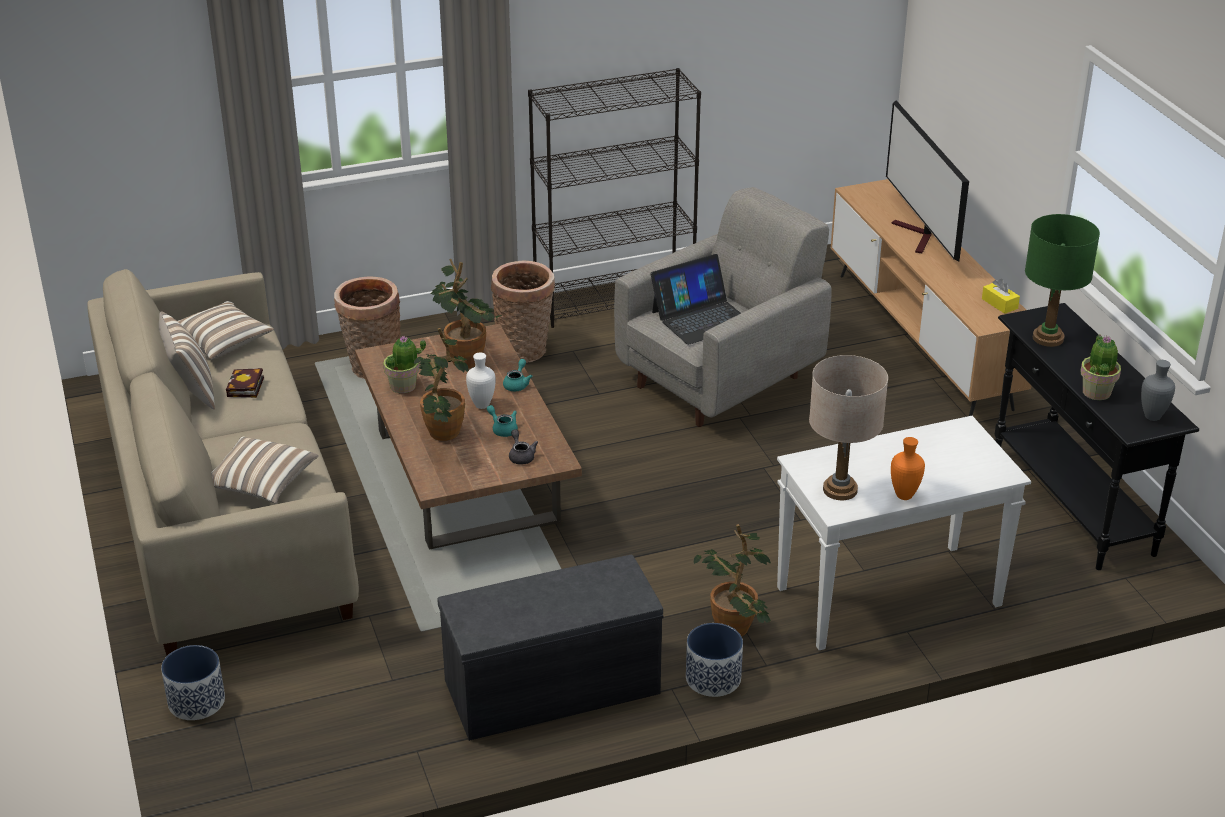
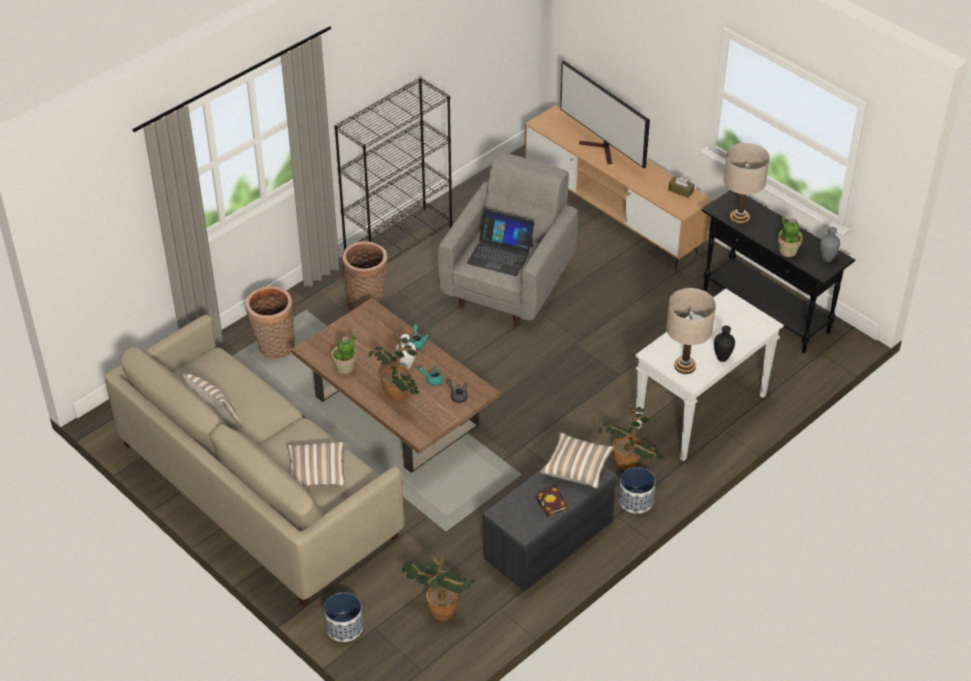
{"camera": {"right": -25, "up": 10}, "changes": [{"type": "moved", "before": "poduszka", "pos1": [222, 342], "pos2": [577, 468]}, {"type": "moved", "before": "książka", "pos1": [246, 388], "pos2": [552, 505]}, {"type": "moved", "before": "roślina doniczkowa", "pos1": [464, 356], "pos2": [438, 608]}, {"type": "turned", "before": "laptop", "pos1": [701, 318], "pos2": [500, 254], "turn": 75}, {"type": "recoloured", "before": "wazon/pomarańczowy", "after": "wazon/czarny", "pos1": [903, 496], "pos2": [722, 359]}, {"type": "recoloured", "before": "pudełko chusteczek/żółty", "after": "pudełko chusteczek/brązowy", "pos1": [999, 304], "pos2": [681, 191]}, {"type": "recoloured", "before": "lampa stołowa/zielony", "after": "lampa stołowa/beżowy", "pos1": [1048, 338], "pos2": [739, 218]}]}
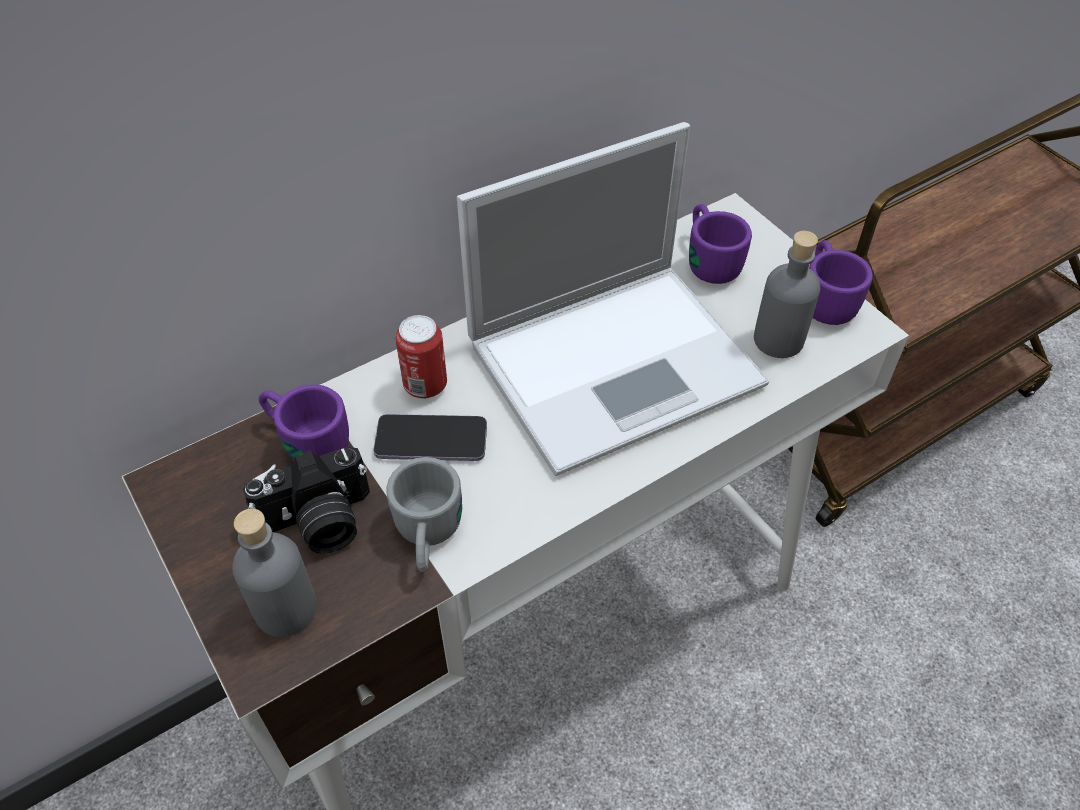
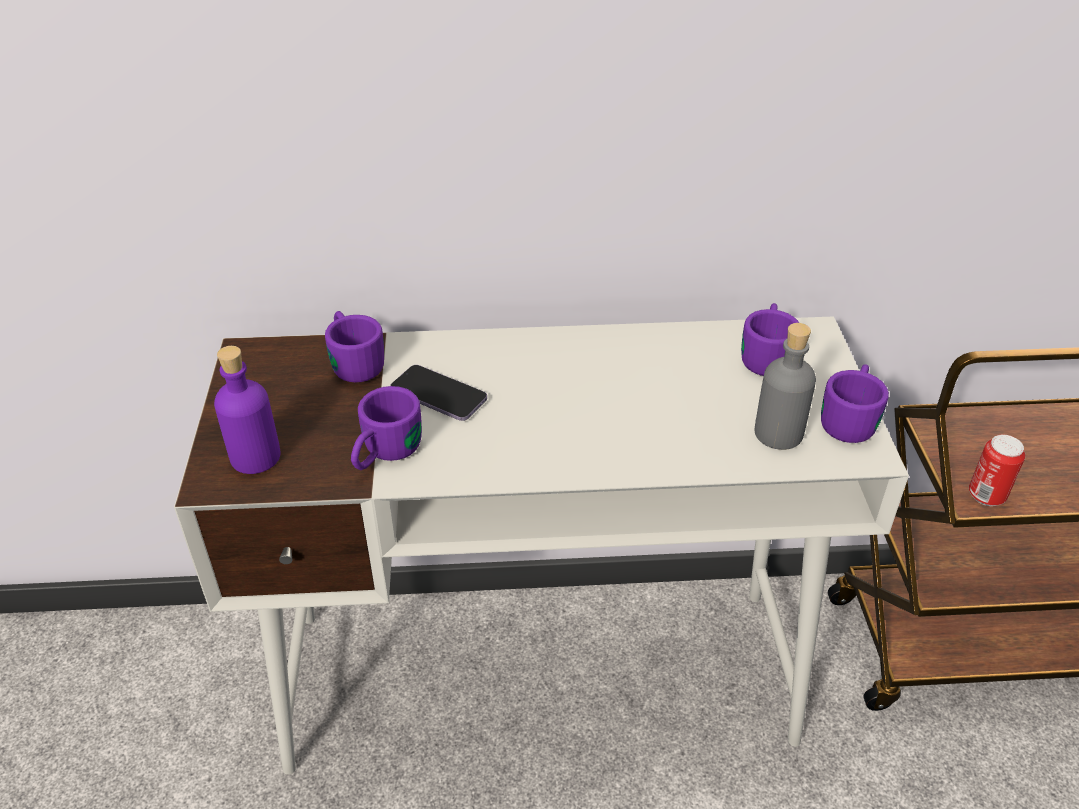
{"camera": {"right": 30, "up": -10}, "changes": [{"type": "recoloured", "before": "butelka/szary", "after": "butelka/fioletowy", "pos1": [286, 609], "pos2": [255, 457]}, {"type": "removed", "before": "aparat fotograficzny", "pos1": [319, 523]}, {"type": "recoloured", "before": "kubek/szary", "after": "kubek/fioletowy", "pos1": [427, 537], "pos2": [384, 454]}, {"type": "moved", "before": "puszka", "pos1": [425, 385], "pos2": [986, 496]}, {"type": "removed", "before": "laptop", "pos1": [619, 361]}]}
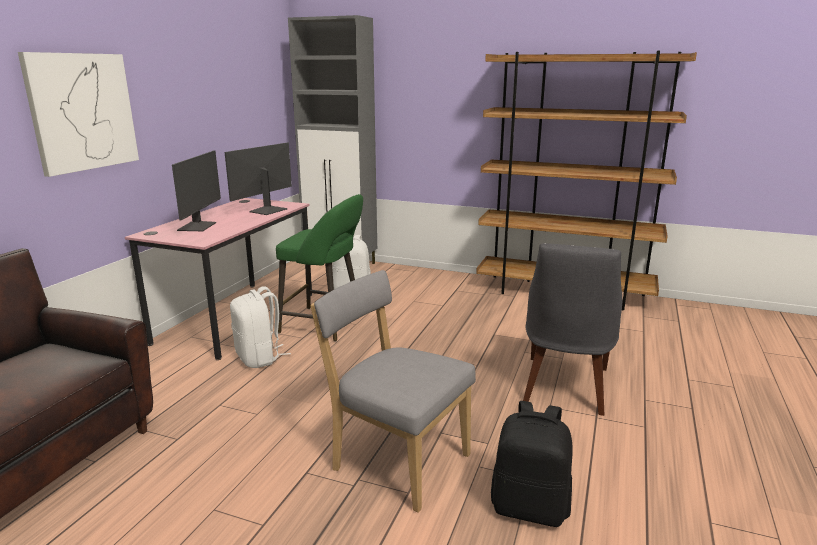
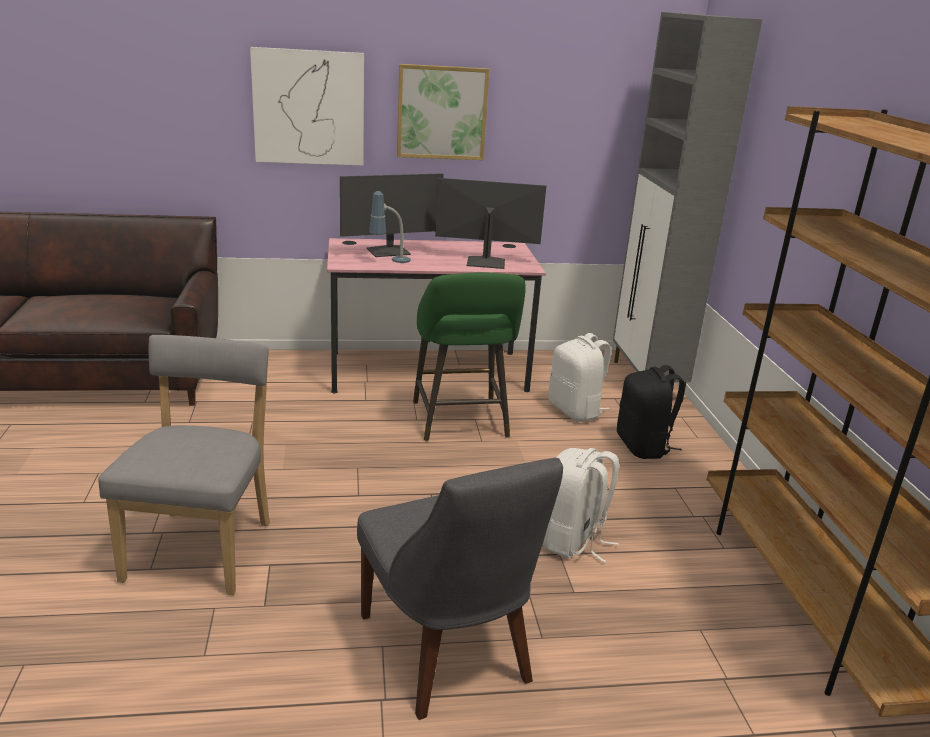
{"camera": {"right": 60, "up": 5}, "changes": [{"type": "moved", "before": "plecak/biały", "pos1": [259, 358], "pos2": [572, 541]}, {"type": "moved", "before": "plecak/czarny", "pos1": [530, 507], "pos2": [643, 447]}, {"type": "turned", "before": "krzesło/szary", "pos1": [564, 387], "pos2": [448, 653], "turn": -105}, {"type": "added", "after": "lampa stołowa", "pos2": [389, 262]}, {"type": "added", "after": "obraz", "pos2": [442, 112]}]}
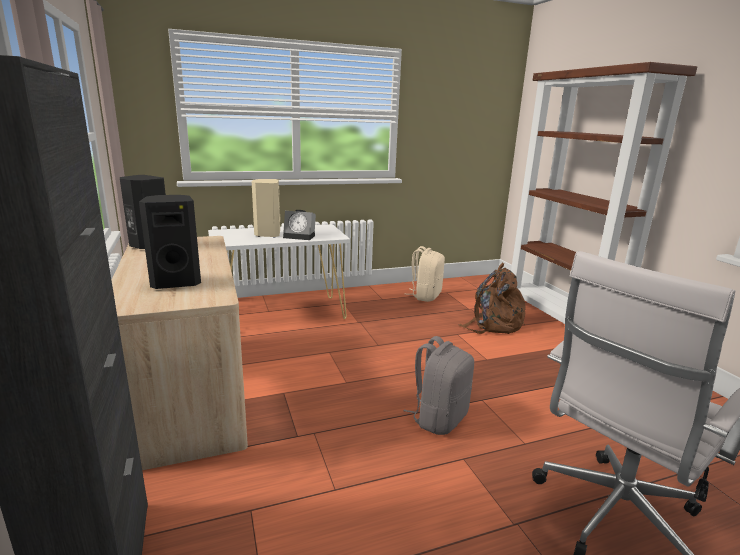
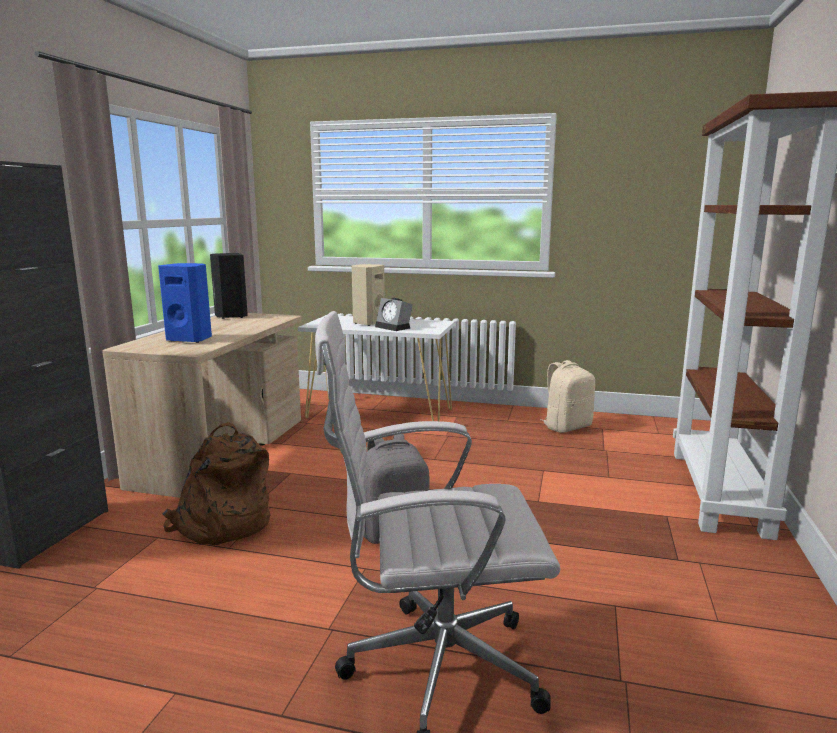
{"camera": {"right": 35, "up": -5}, "changes": [{"type": "recoloured", "before": "głośnik/czarny", "after": "głośnik/niebieski", "pos1": [176, 282], "pos2": [190, 339]}, {"type": "moved", "before": "plecak/brązowy", "pos1": [493, 324], "pos2": [222, 524]}]}
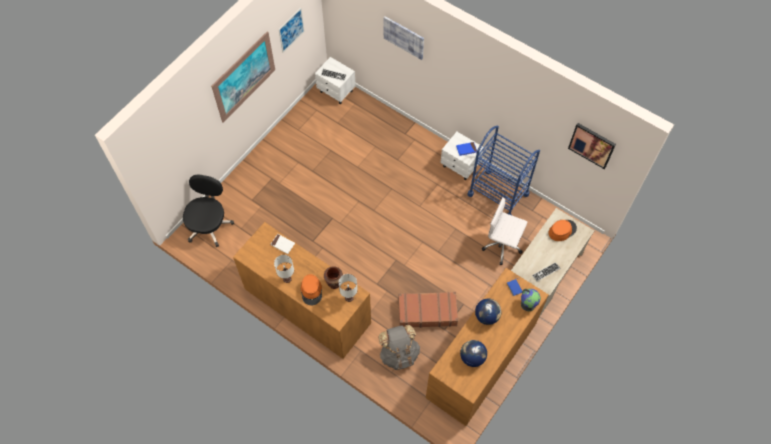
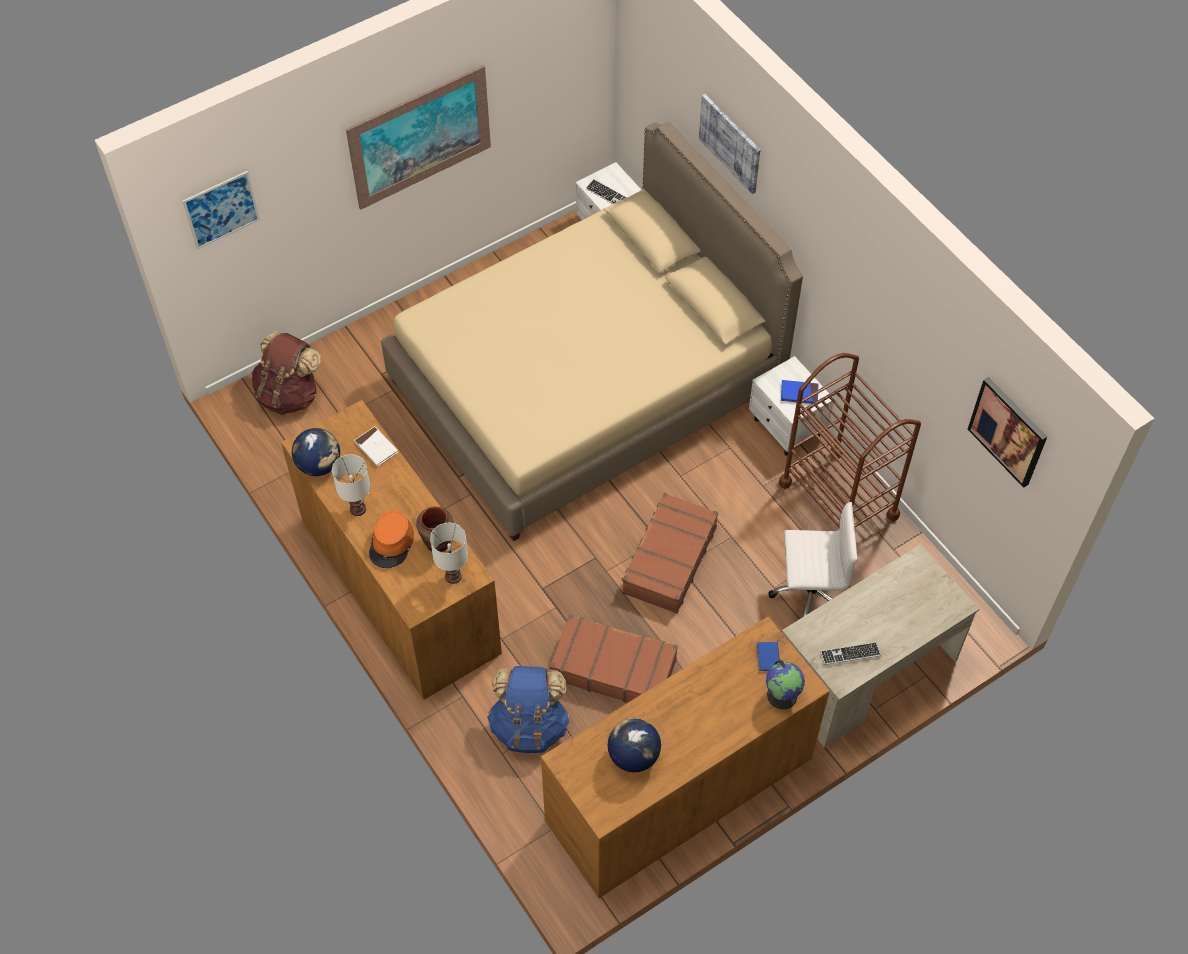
{"camera": {"right": 20, "up": -5}, "changes": [{"type": "replaced", "before": "krzesło biurowe/czarny", "after": "plecak/brązowy", "pos1": [209, 225], "pos2": [289, 394]}, {"type": "moved", "before": "obraz", "pos1": [291, 30], "pos2": [221, 210]}, {"type": "recoloured", "before": "plecak/szary", "after": "plecak/niebieski", "pos1": [399, 354], "pos2": [529, 726]}, {"type": "recoloured", "before": "wózek/niebieski", "after": "wózek/brązowy", "pos1": [498, 194], "pos2": [838, 499]}, {"type": "moved", "before": "globus", "pos1": [487, 316], "pos2": [319, 465]}, {"type": "turned", "before": "krzesło biurowe/biały", "pos1": [503, 245], "pos2": [808, 595], "turn": 135}, {"type": "removed", "before": "kapelusz/pomarańczowy", "pos1": [562, 230]}, {"type": "added", "after": "łóżko/beżowy", "pos2": [585, 385]}, {"type": "added", "after": "walizka/brązowy", "pos2": [668, 560]}]}
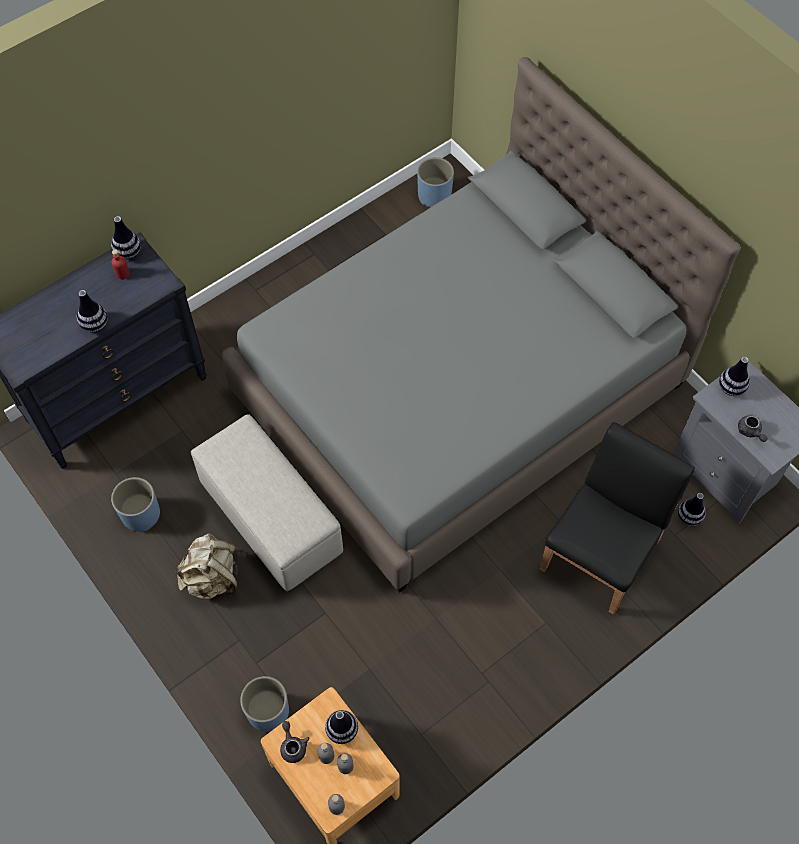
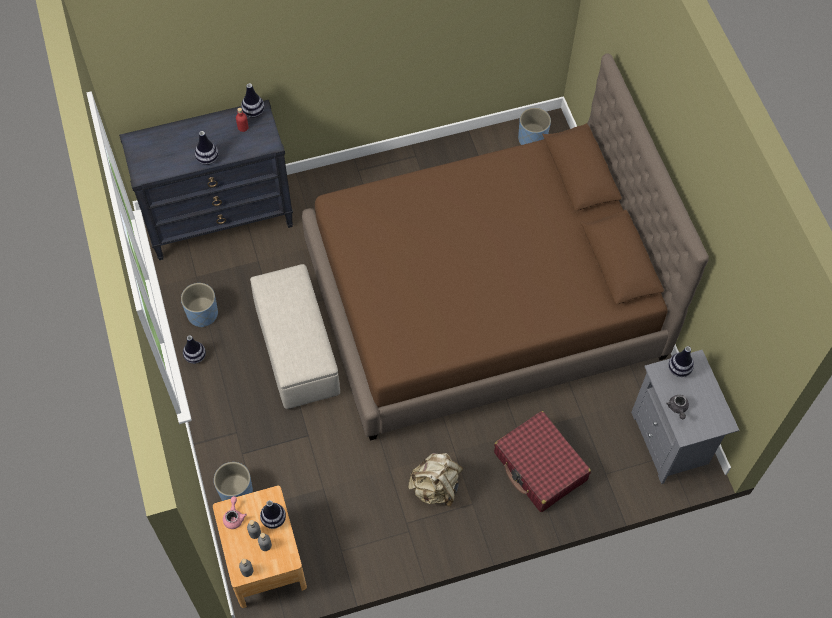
{"camera": {"right": 20, "up": 0}, "changes": [{"type": "moved", "before": "plecak/beżowy", "pos1": [212, 578], "pos2": [436, 487]}, {"type": "recoloured", "before": "łóżko/szary", "after": "łóżko/brązowy", "pos1": [459, 389], "pos2": [484, 301]}, {"type": "recoloured", "before": "imbryk/szary", "after": "imbryk/różowy", "pos1": [293, 746], "pos2": [234, 517]}, {"type": "replaced", "before": "krzesło/czarny", "after": "walizka/czerwony", "pos1": [601, 553], "pos2": [540, 467]}, {"type": "moved", "before": "wazon", "pos1": [688, 517], "pos2": [195, 356]}]}
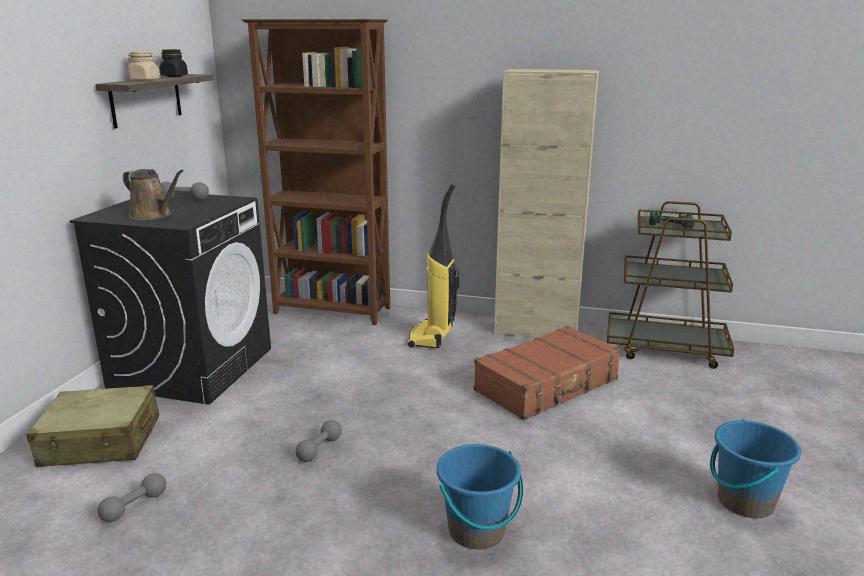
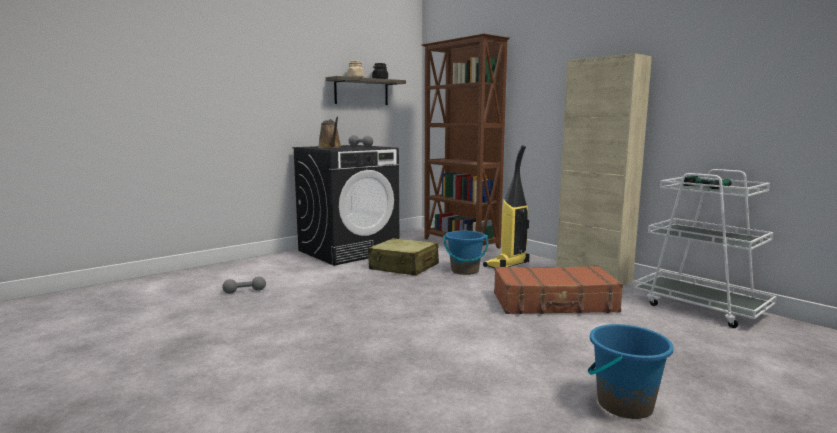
{"camera": {"right": 35, "up": -10}, "changes": [{"type": "moved", "before": "walizka/beżowy", "pos1": [101, 442], "pos2": [404, 267]}, {"type": "removed", "before": "hantel/szary", "pos1": [319, 449]}, {"type": "moved", "before": "wiadro/niebieski", "pos1": [477, 531], "pos2": [465, 271]}, {"type": "recoloured", "before": "wózek/brązowy", "after": "wózek/biały", "pos1": [666, 349], "pos2": [700, 307]}]}
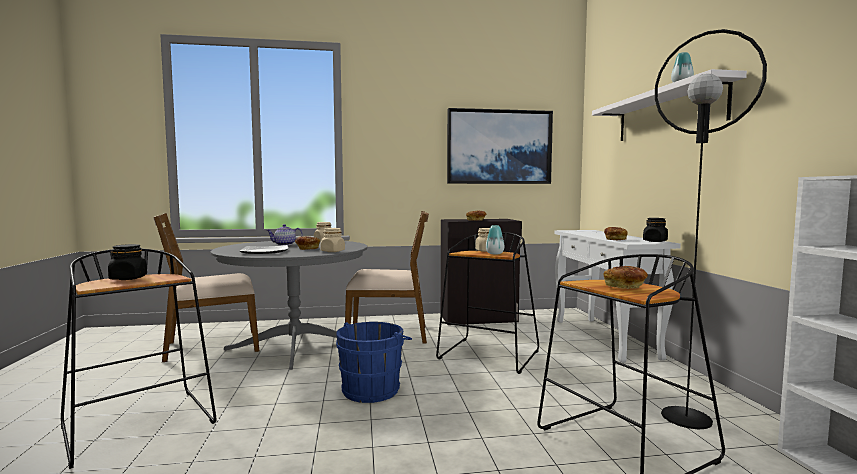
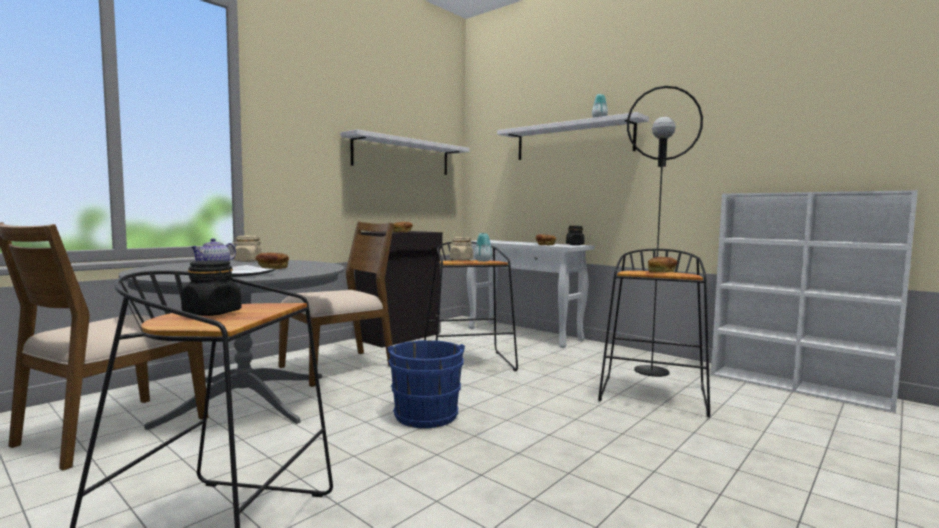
{"camera": {"right": -40, "up": 0}, "changes": [{"type": "removed", "before": "słoik/beżowy", "pos1": [332, 251]}, {"type": "replaced", "before": "obraz", "after": "półka/biały", "pos1": [499, 147], "pos2": [402, 156]}]}
